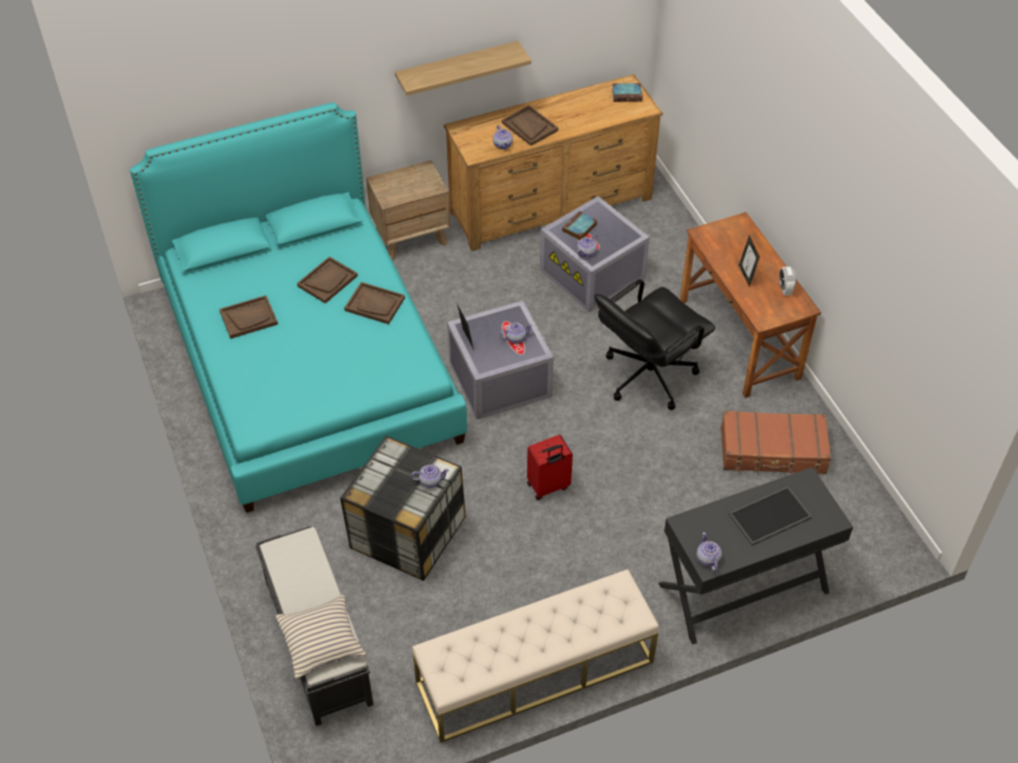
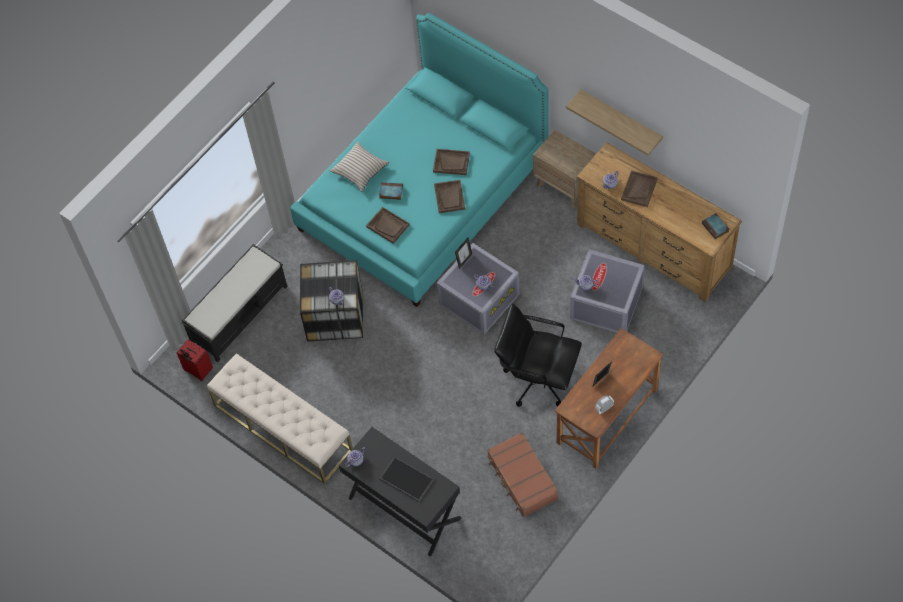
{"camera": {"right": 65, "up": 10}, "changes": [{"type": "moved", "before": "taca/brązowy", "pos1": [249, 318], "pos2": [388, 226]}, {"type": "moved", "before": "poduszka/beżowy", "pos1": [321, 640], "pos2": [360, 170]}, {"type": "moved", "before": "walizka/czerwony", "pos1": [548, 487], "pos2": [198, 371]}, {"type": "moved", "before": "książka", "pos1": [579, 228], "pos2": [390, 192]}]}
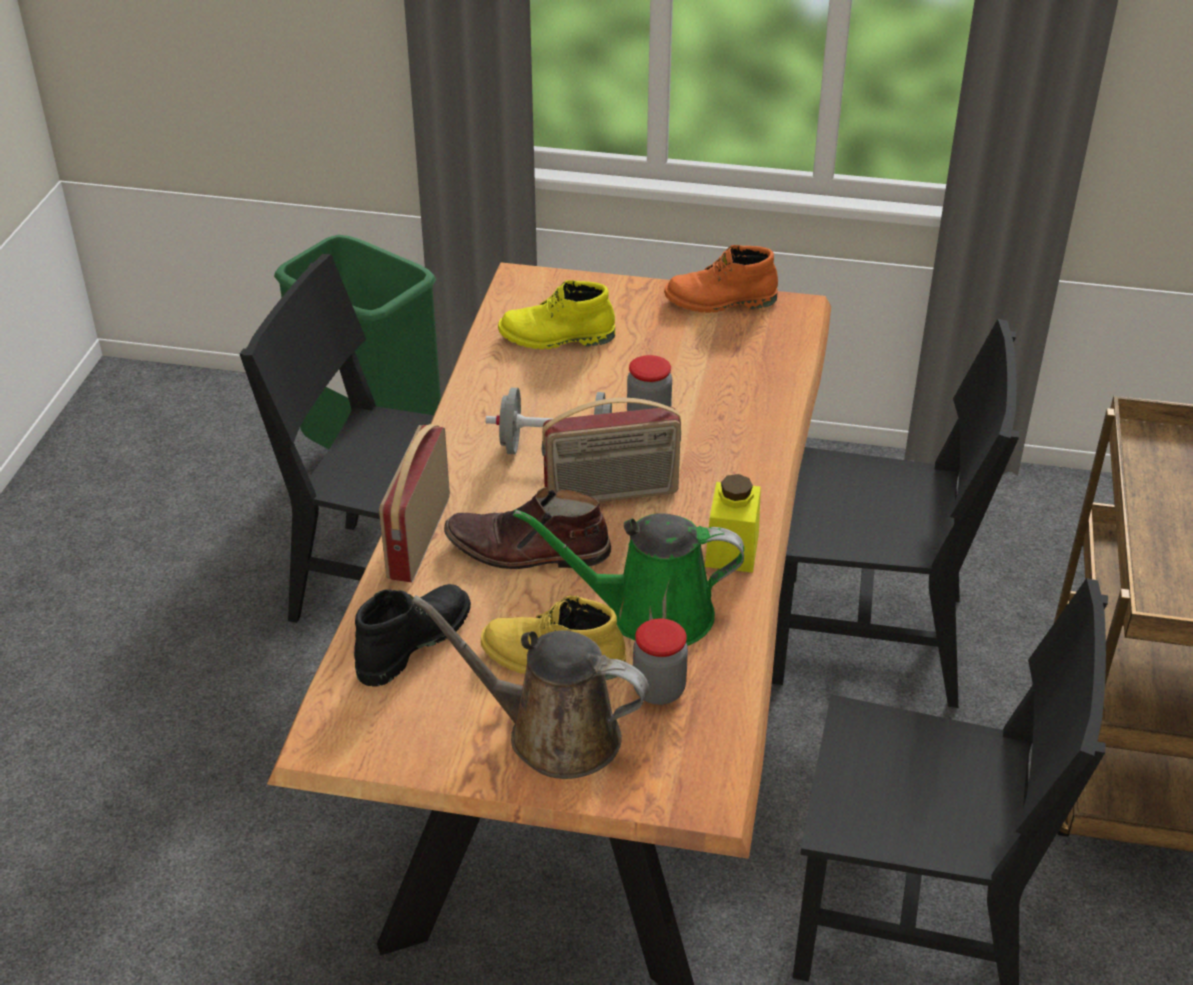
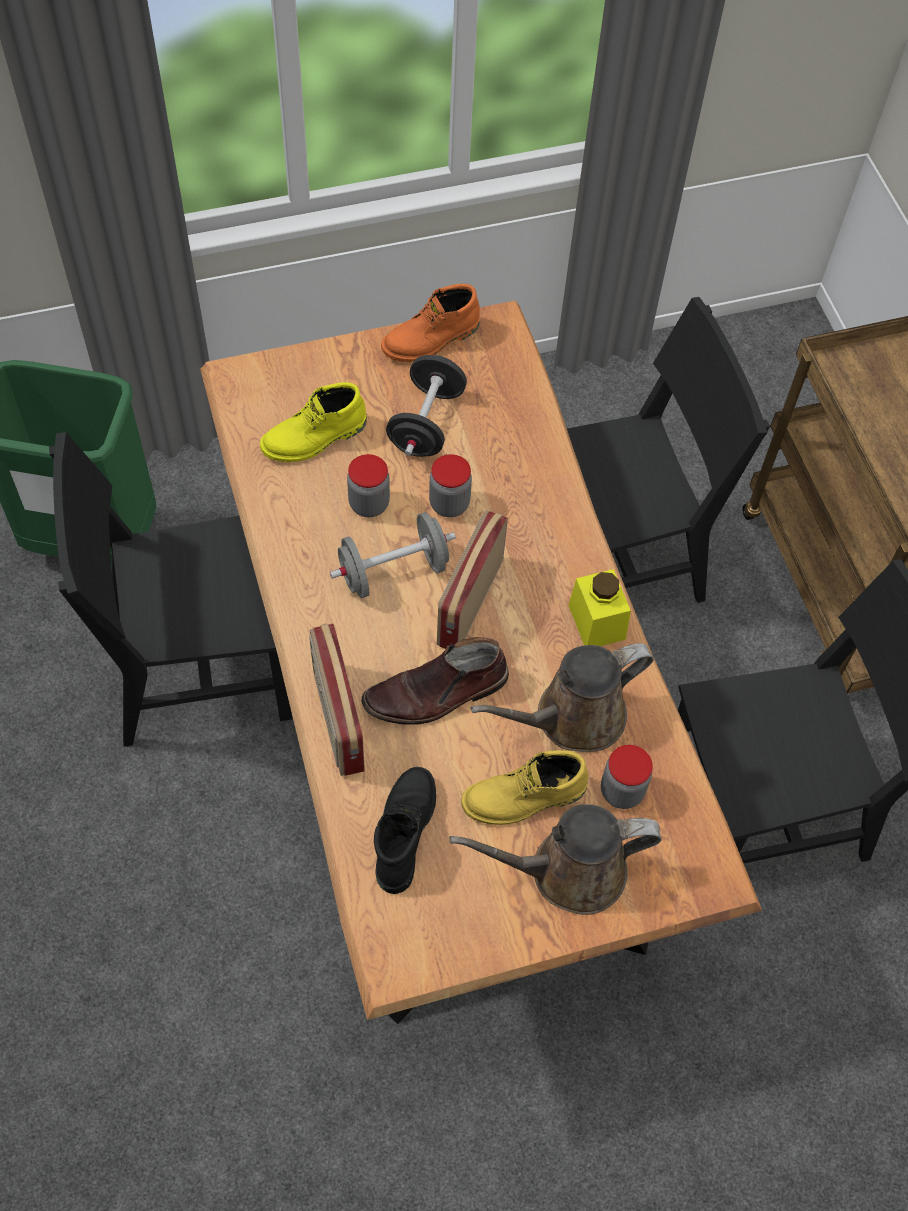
{"camera": {"right": -30, "up": 20}, "changes": [{"type": "recoloured", "before": "konewka/zielony", "after": "konewka/brązowy", "pos1": [650, 614], "pos2": [572, 718]}, {"type": "turned", "before": "radio", "pos1": [612, 494], "pos2": [468, 602], "turn": 150}, {"type": "added", "after": "słoik", "pos2": [369, 504]}, {"type": "added", "after": "hantel/czarny", "pos2": [426, 423]}]}
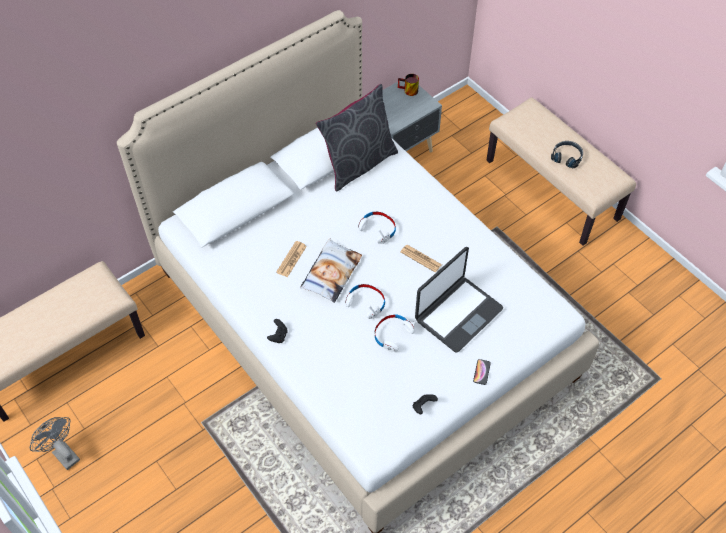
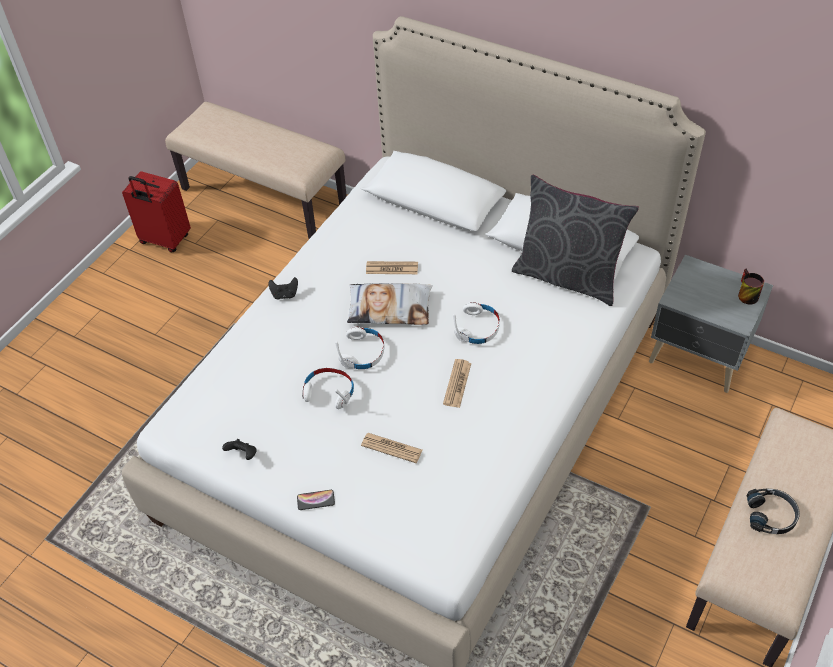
{"camera": {"right": 70, "up": -5}, "changes": [{"type": "replaced", "before": "wentylator/szary", "after": "walizka/czerwony", "pos1": [63, 453], "pos2": [165, 240]}, {"type": "replaced", "before": "laptop", "after": "gazeta", "pos1": [458, 314], "pos2": [391, 448]}]}
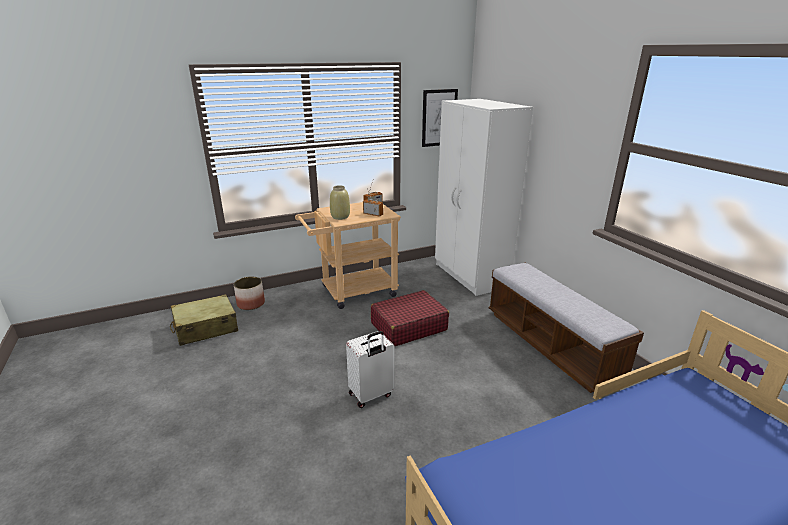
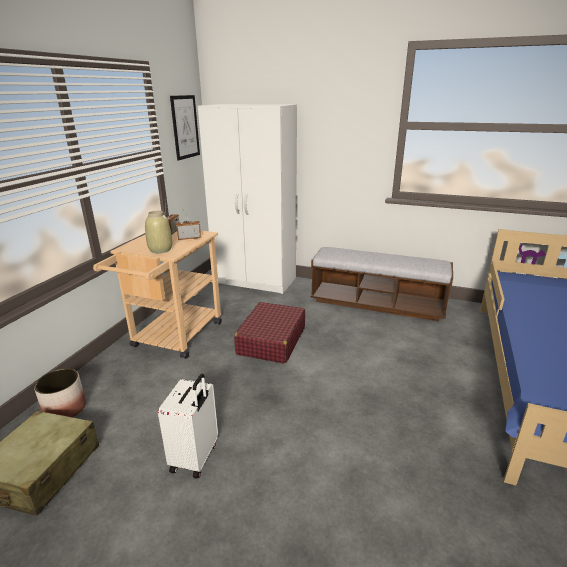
{"camera": {"right": -45, "up": 0}, "changes": [{"type": "moved", "before": "walizka/biały", "pos1": [371, 395], "pos2": [195, 457]}]}
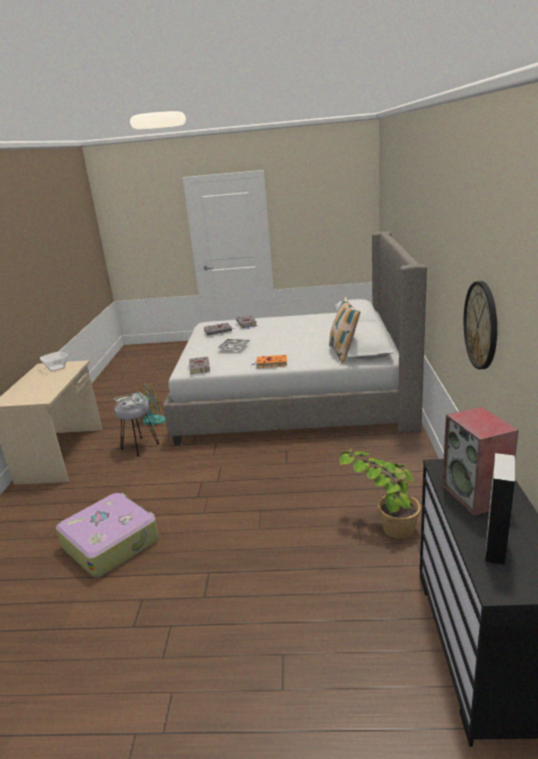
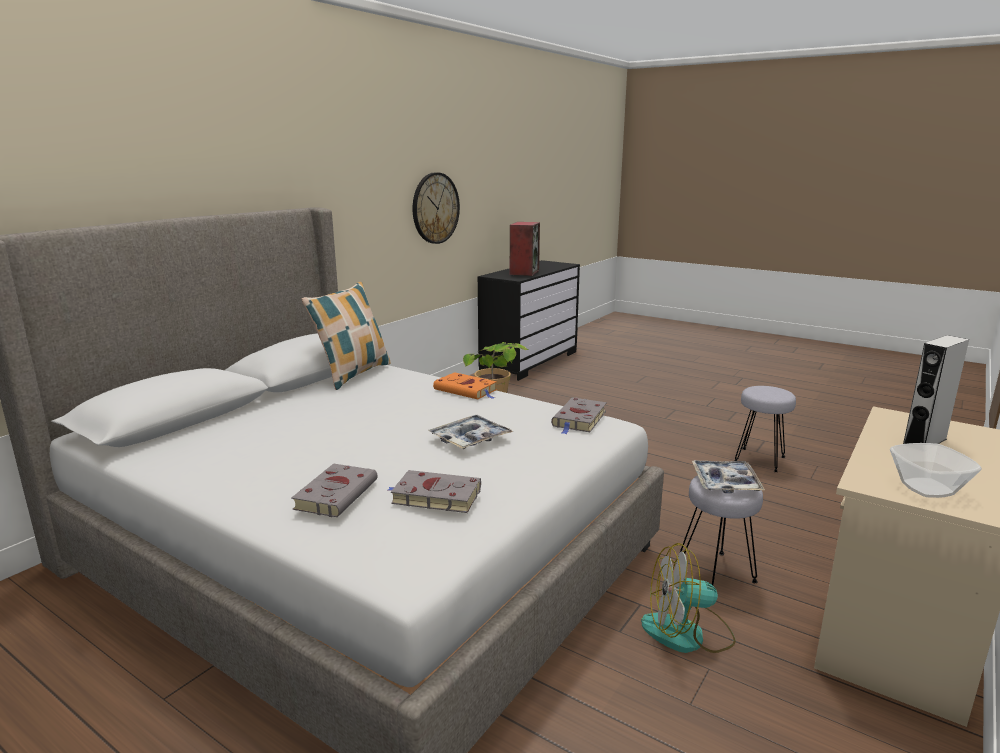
{"camera": {"right": -150, "up": -5}, "changes": [{"type": "replaced", "before": "walizka", "after": "stołek/szary", "pos1": [111, 542], "pos2": [760, 460]}, {"type": "moved", "before": "głośnik/szary", "pos1": [495, 547], "pos2": [924, 442]}]}
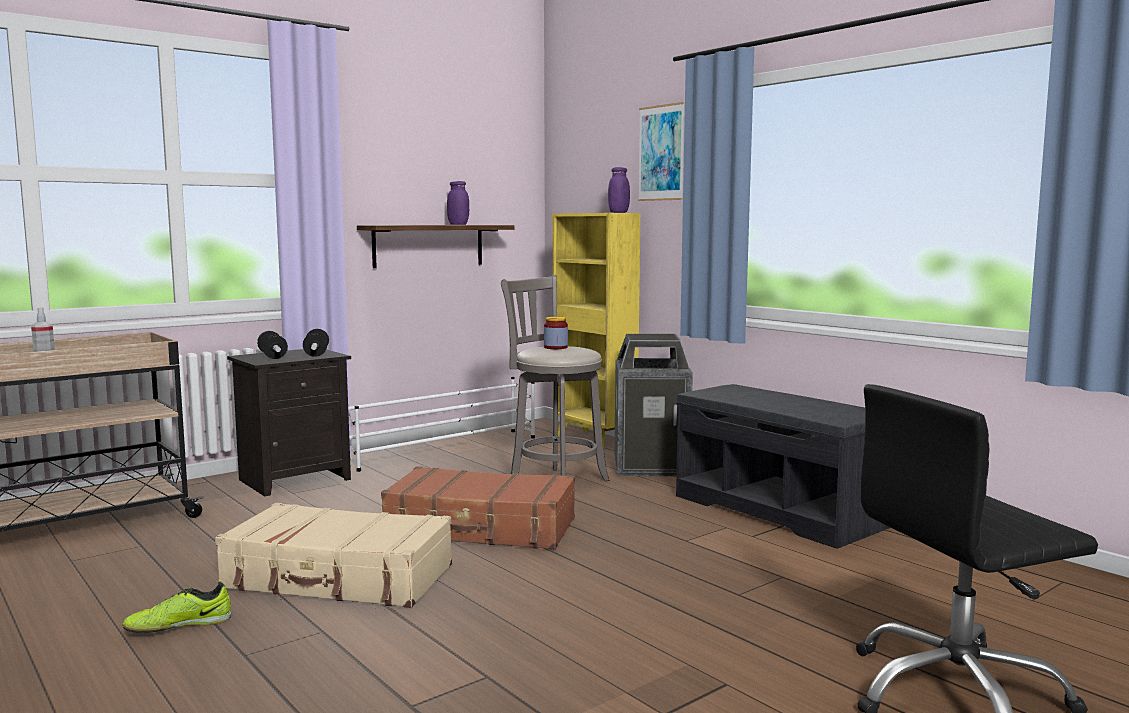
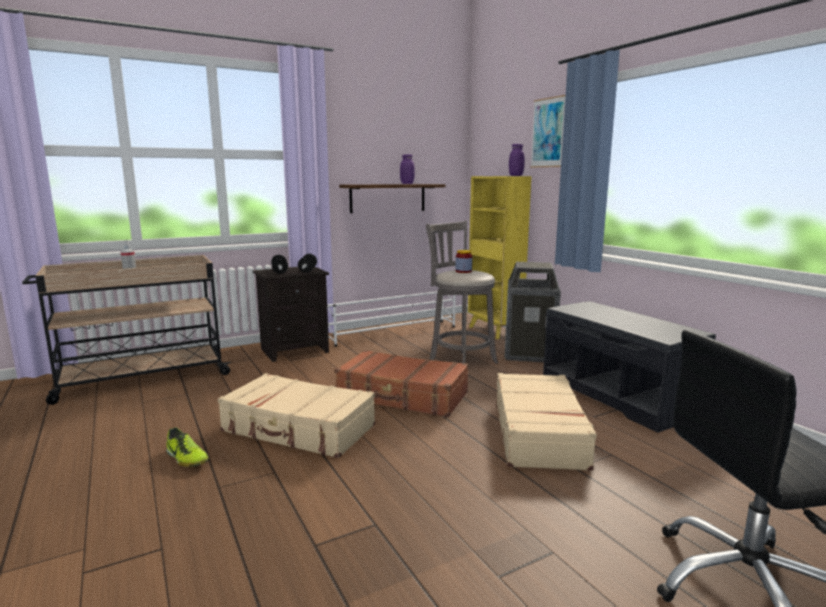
{"camera": {"right": 10, "up": 5}, "changes": [{"type": "turned", "before": "but", "pos1": [179, 626], "pos2": [186, 459], "turn": -120}, {"type": "added", "after": "walizka/beżowy", "pos2": [539, 433]}]}
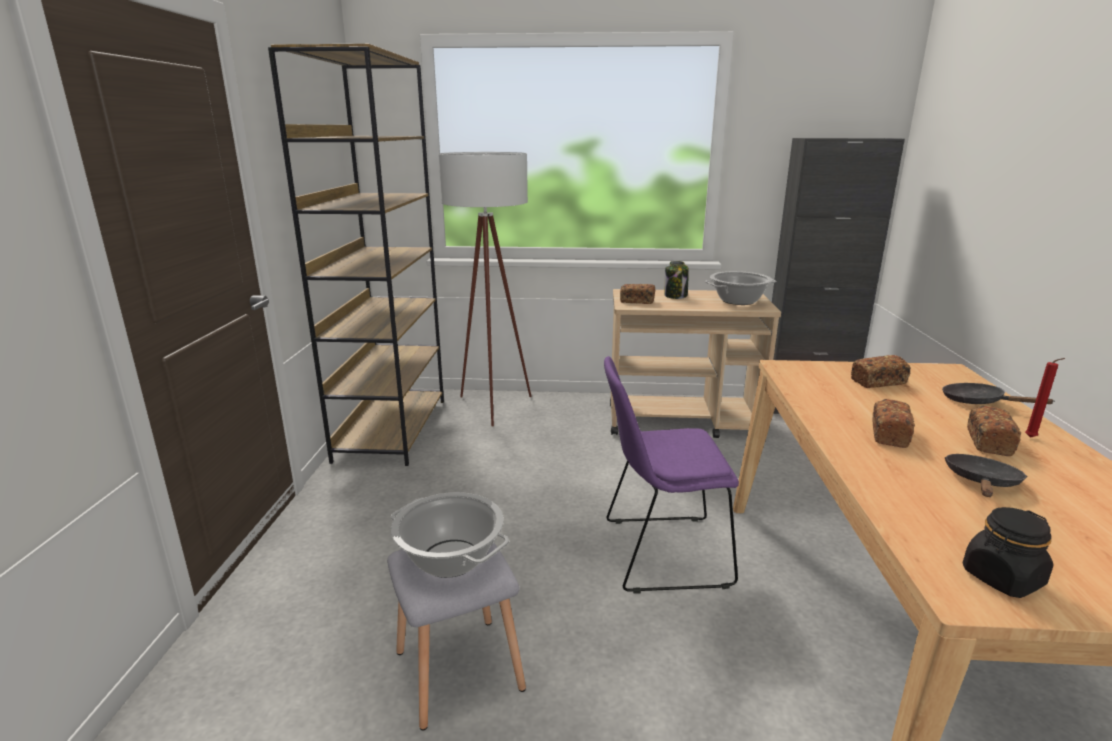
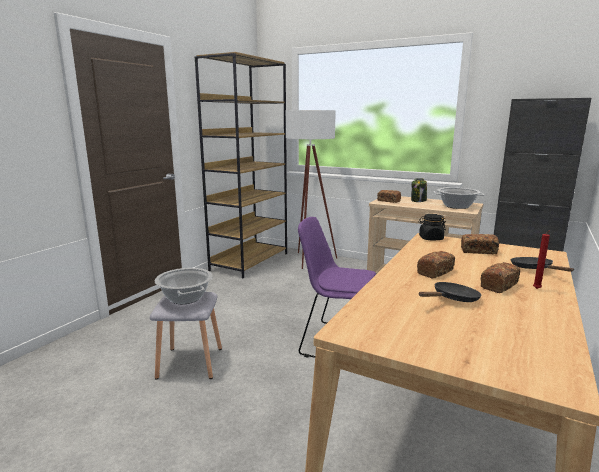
{"camera": {"right": 25, "up": -5}, "changes": [{"type": "moved", "before": "słoik/czarny", "pos1": [1002, 578], "pos2": [430, 238]}]}
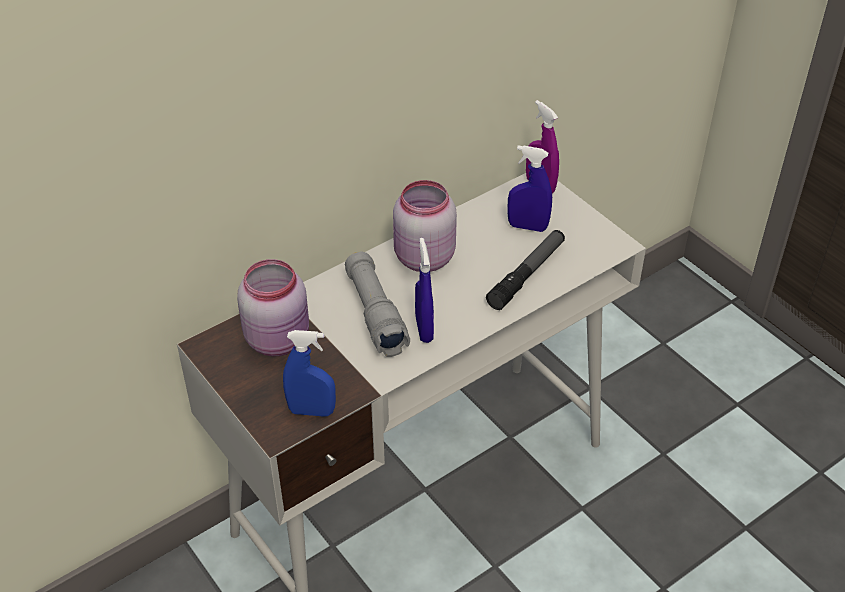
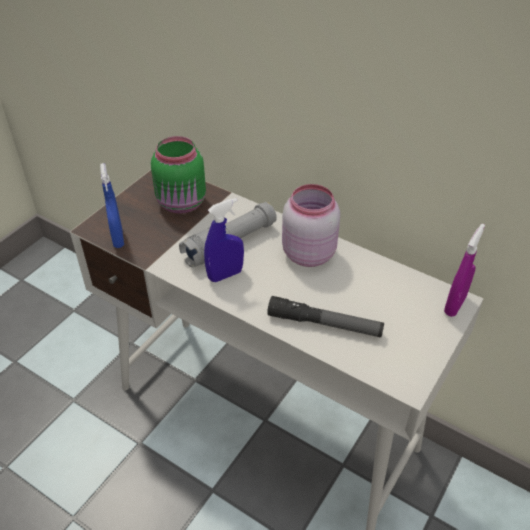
{"camera": {"right": 70, "up": 0}, "changes": [{"type": "recoloured", "before": "słoik/różowy", "after": "słoik/zielony", "pos1": [279, 339], "pos2": [182, 203]}, {"type": "removed", "before": "spryskiwacz/niebieski", "pos1": [527, 227]}]}
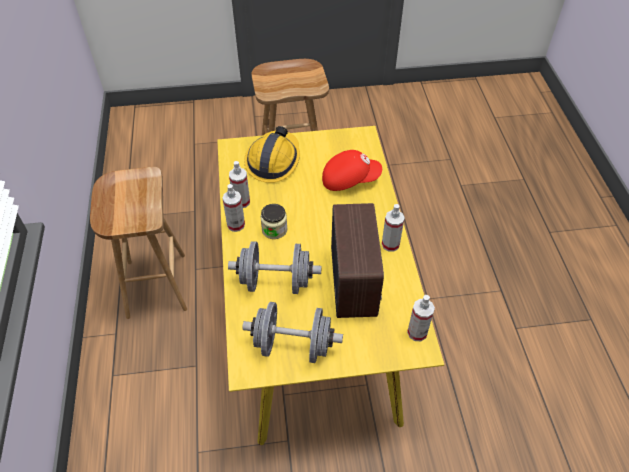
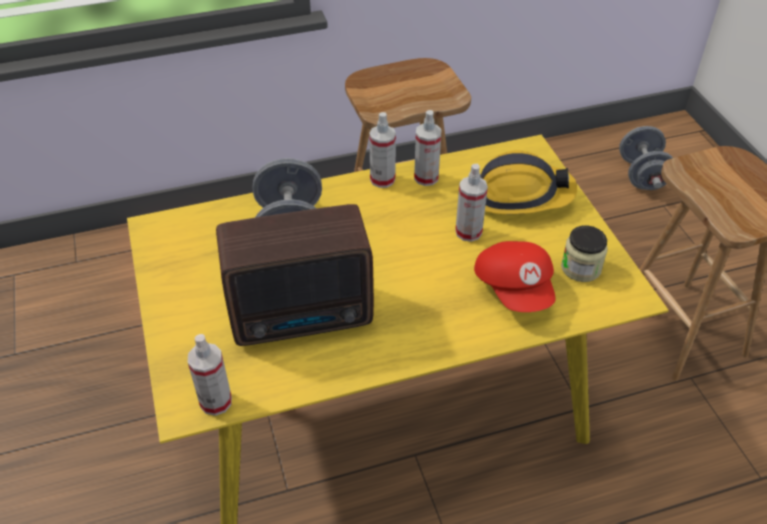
{"camera": {"right": 80, "up": -5}, "changes": [{"type": "moved", "before": "hantel/szary", "pos1": [293, 345], "pos2": [642, 175]}, {"type": "moved", "before": "słoik", "pos1": [274, 229], "pos2": [581, 268]}, {"type": "moved", "before": "spryskiwacz", "pos1": [390, 244], "pos2": [468, 232]}]}
